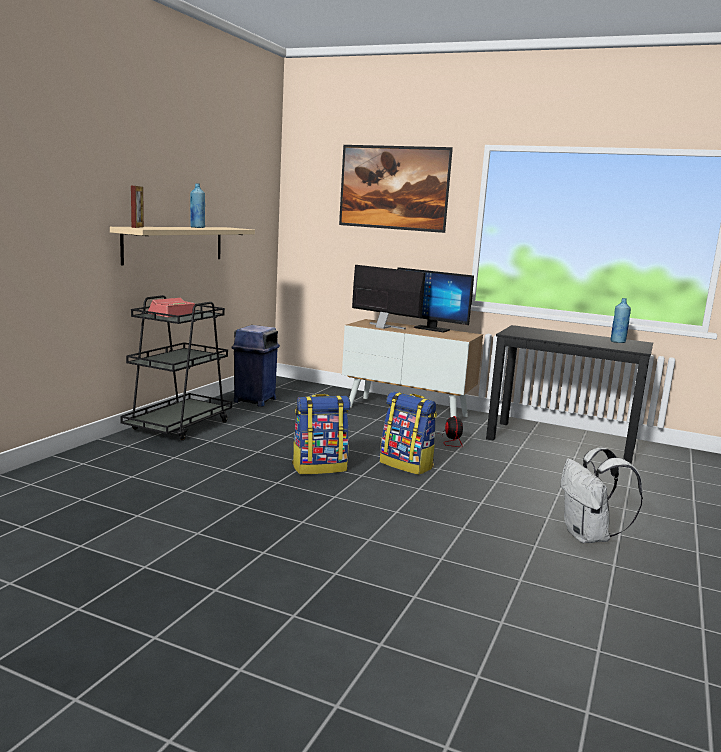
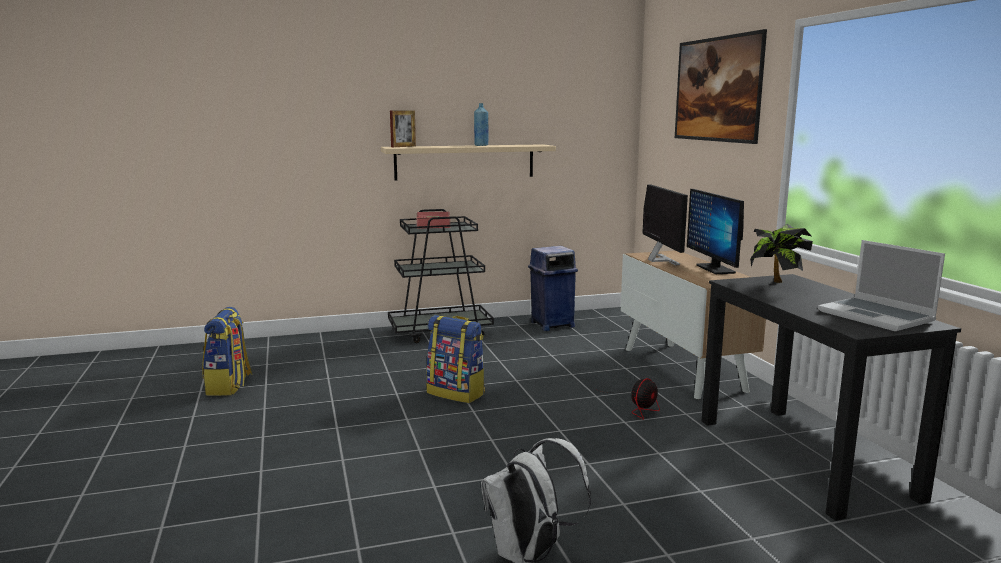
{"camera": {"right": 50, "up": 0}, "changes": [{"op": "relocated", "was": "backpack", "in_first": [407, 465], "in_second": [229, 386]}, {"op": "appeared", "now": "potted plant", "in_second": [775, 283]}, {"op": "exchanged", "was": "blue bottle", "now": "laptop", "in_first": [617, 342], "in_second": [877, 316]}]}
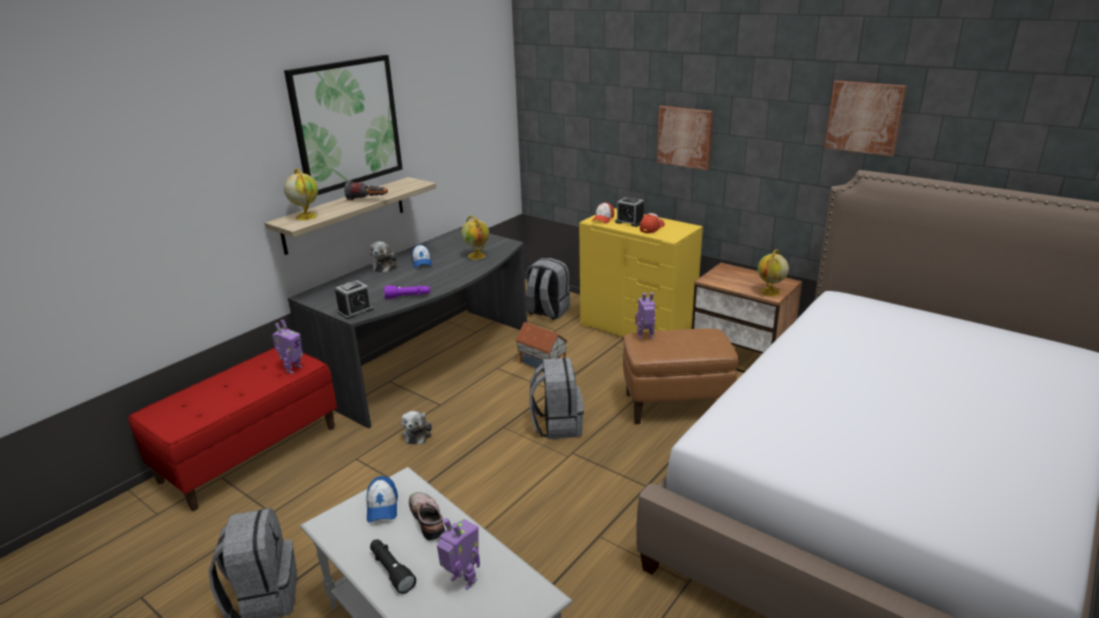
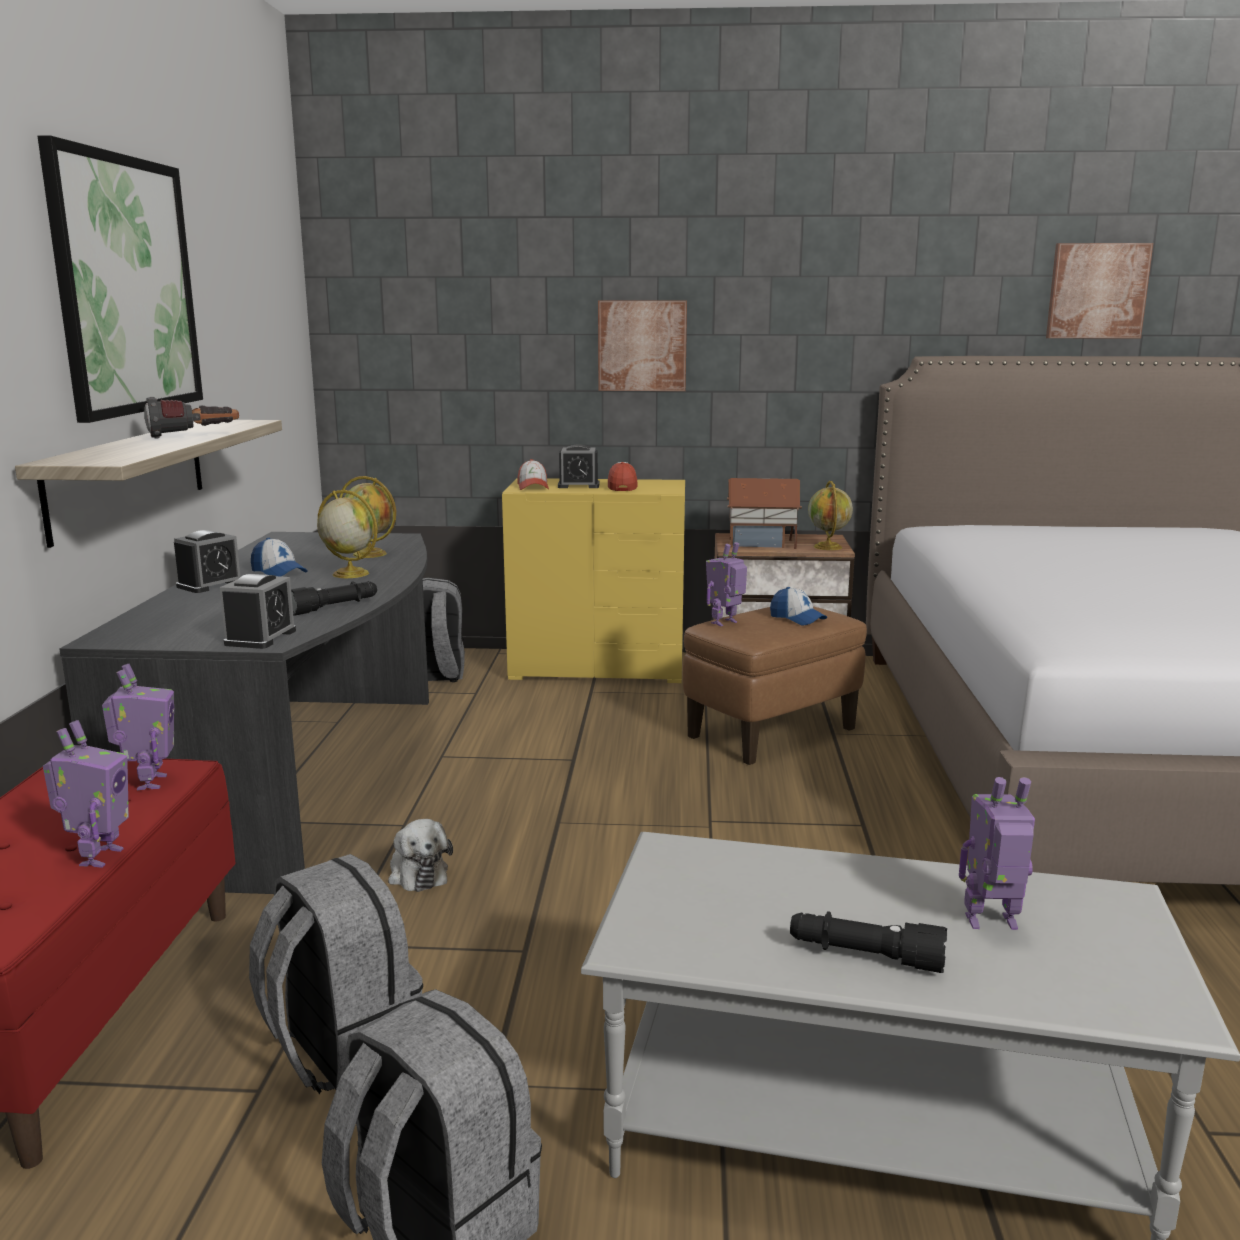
{"camera": {"right": -35, "up": -10}, "changes": [{"op": "appeared", "now": "toy robot", "in_second": [98, 857]}, {"op": "exchanged", "was": "plush toy", "now": "alarm clock", "in_first": [385, 266], "in_second": [210, 584]}, {"op": "relocated", "was": "grey backpack", "in_first": [557, 425], "in_second": [340, 1047]}, {"op": "colour", "was": "purple flashlight", "now": "black flashlight", "in_first": [408, 296], "in_second": [334, 607]}, {"op": "relocated", "was": "globe", "in_first": [306, 216], "in_second": [349, 574]}, {"op": "relocated", "was": "toy house", "in_first": [541, 364], "in_second": [762, 544]}, {"op": "relocated", "was": "cap", "in_first": [382, 507], "in_second": [797, 618]}, {"op": "relocated", "was": "picture", "in_first": [864, 117], "in_second": [1097, 291]}, {"op": "missing", "was": "shoe", "in_first": [429, 518]}]}
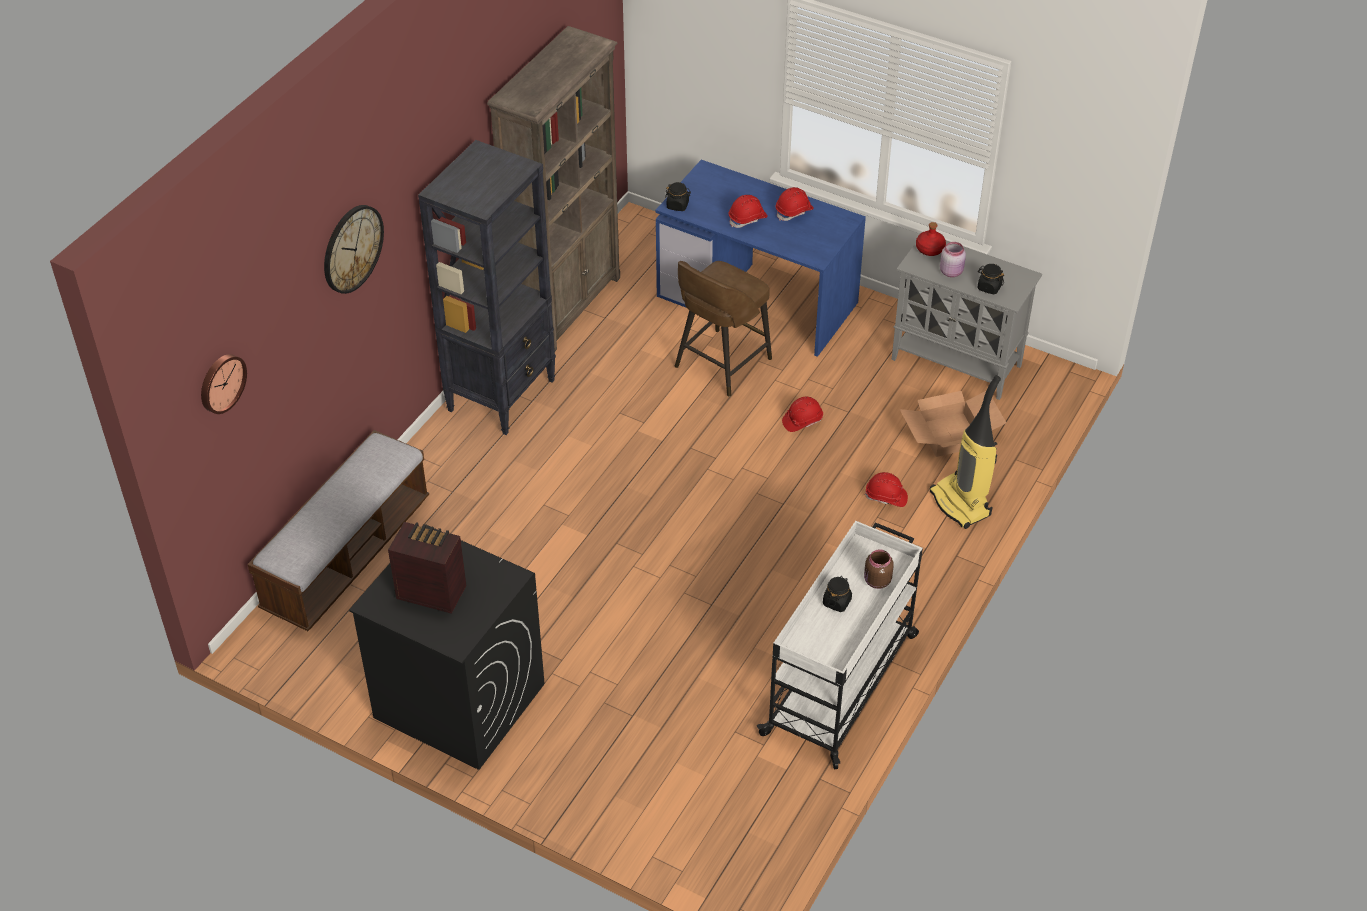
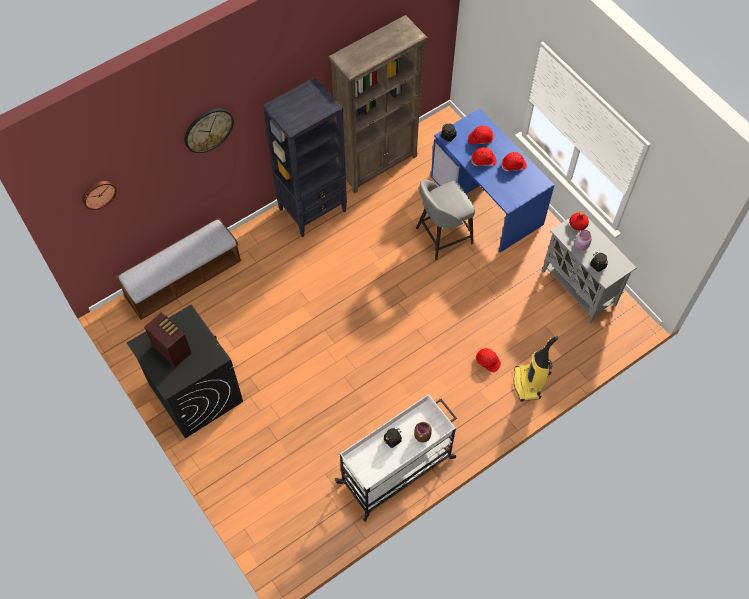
{"camera": {"right": 25, "up": 15}, "changes": [{"op": "colour", "was": "brown stool", "now": "grey stool", "in_first": [721, 364], "in_second": [442, 236]}, {"op": "relocated", "was": "red hard hat", "in_first": [802, 421], "in_second": [480, 139]}, {"op": "missing", "was": "cardboard box", "in_first": [950, 434]}]}
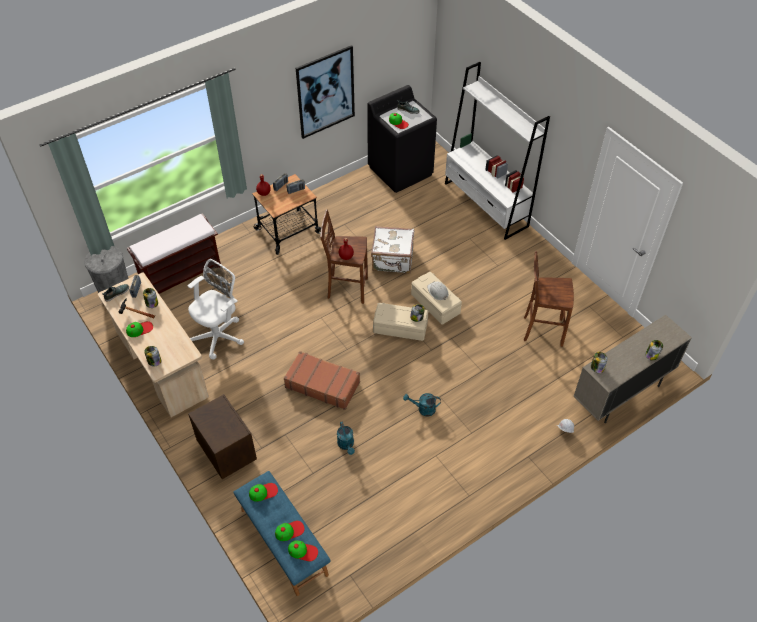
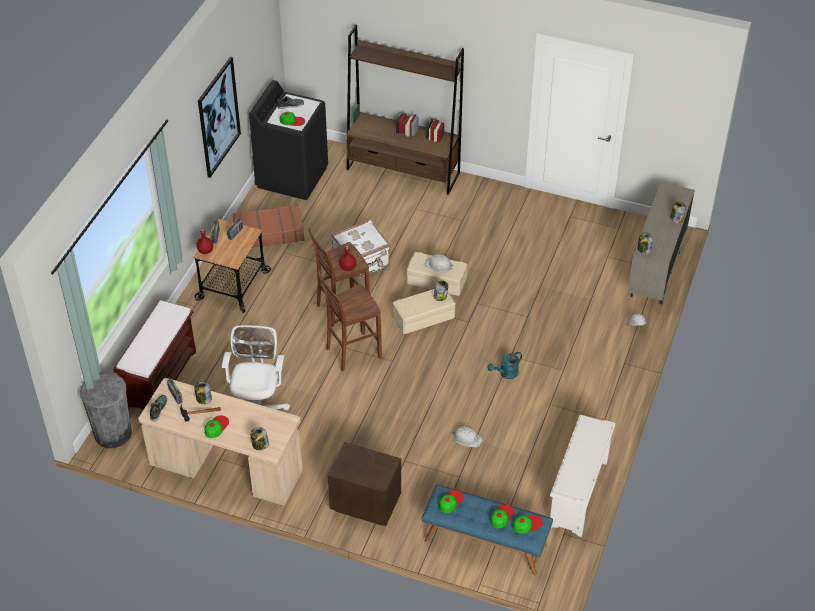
{"camera": {"right": -35, "up": -5}, "changes": [{"op": "relocated", "was": "brown suitcase", "in_first": [322, 384], "in_second": [268, 233]}, {"op": "relocated", "was": "brown stool", "in_first": [541, 330], "in_second": [352, 352]}, {"op": "colour", "was": "white bookcase", "now": "brown bookcase", "in_first": [486, 205], "in_second": [403, 171]}, {"op": "exchanged", "was": "turquoise watering can", "now": "white hard hat", "in_first": [346, 445], "in_second": [467, 438]}, {"op": "appeared", "now": "white shoe rack", "in_second": [578, 495]}]}
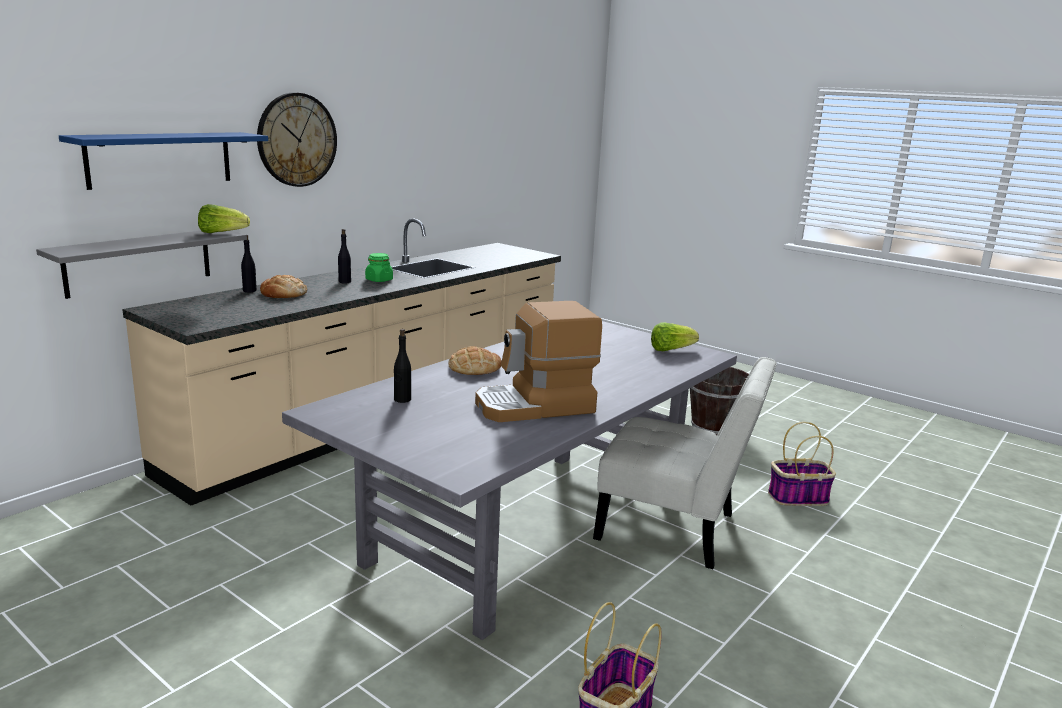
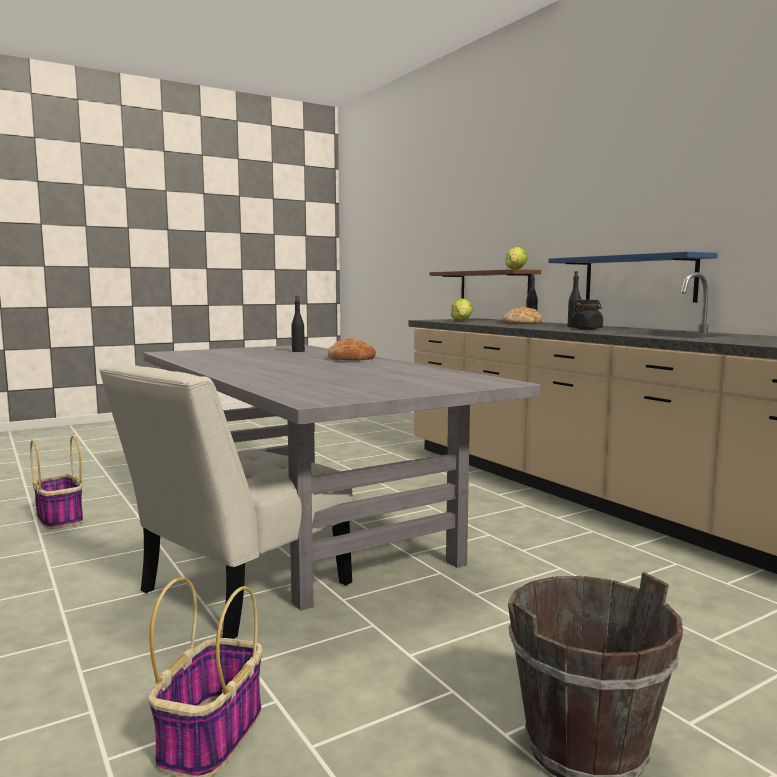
{"camera": {"right": 110, "up": -10}, "changes": [{"op": "colour", "was": "grey shelf", "now": "brown shelf", "in_first": [139, 262], "in_second": [494, 288]}, {"op": "relocated", "was": "lettuce", "in_first": [670, 350], "in_second": [461, 321]}, {"op": "relocated", "was": "blue shelf", "in_first": [160, 159], "in_second": [638, 278]}, {"op": "colour", "was": "green jar", "now": "black jar", "in_first": [379, 280], "in_second": [587, 329]}, {"op": "missing", "was": "wall clock", "in_first": [297, 140]}, {"op": "missing", "was": "coffee machine", "in_first": [535, 406]}]}
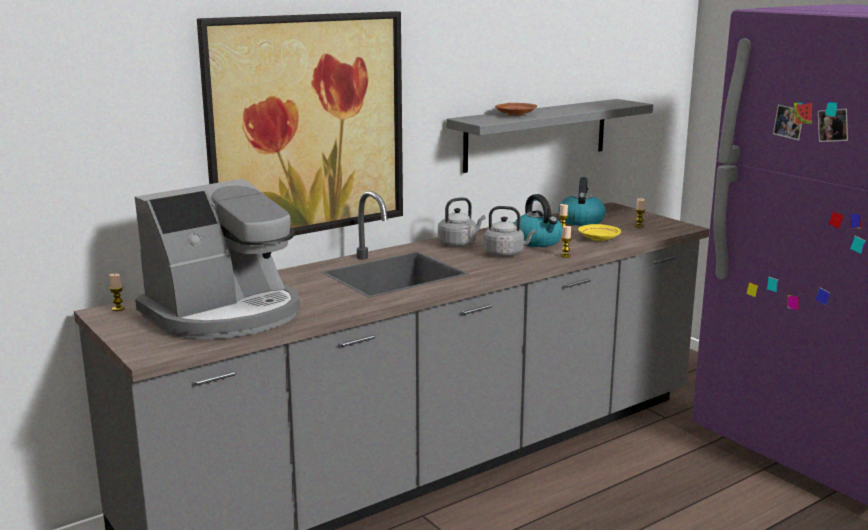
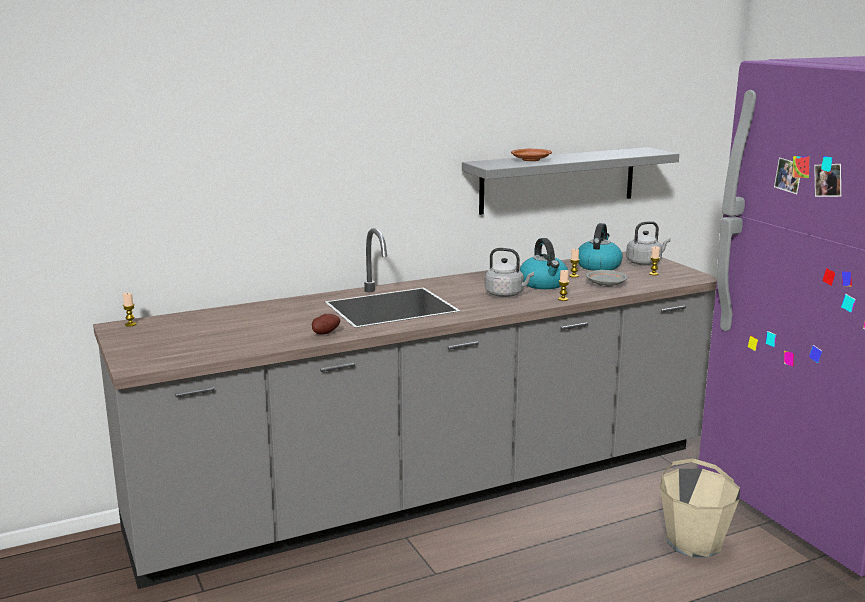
{"camera": {"right": 10, "up": 0}, "changes": [{"op": "appeared", "now": "potato", "in_second": [325, 333]}, {"op": "colour", "was": "yellow plate", "now": "grey plate", "in_first": [598, 238], "in_second": [605, 284]}, {"op": "relocated", "was": "grey kettle", "in_first": [459, 244], "in_second": [645, 263]}, {"op": "appeared", "now": "beige bucket", "in_second": [694, 542]}, {"op": "missing", "was": "coffee machine", "in_first": [225, 314]}, {"op": "missing", "was": "picture", "in_first": [306, 125]}]}
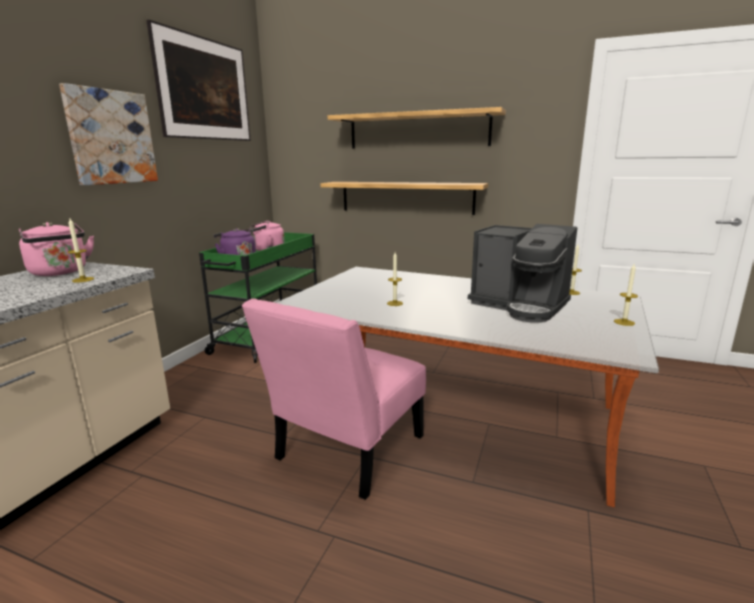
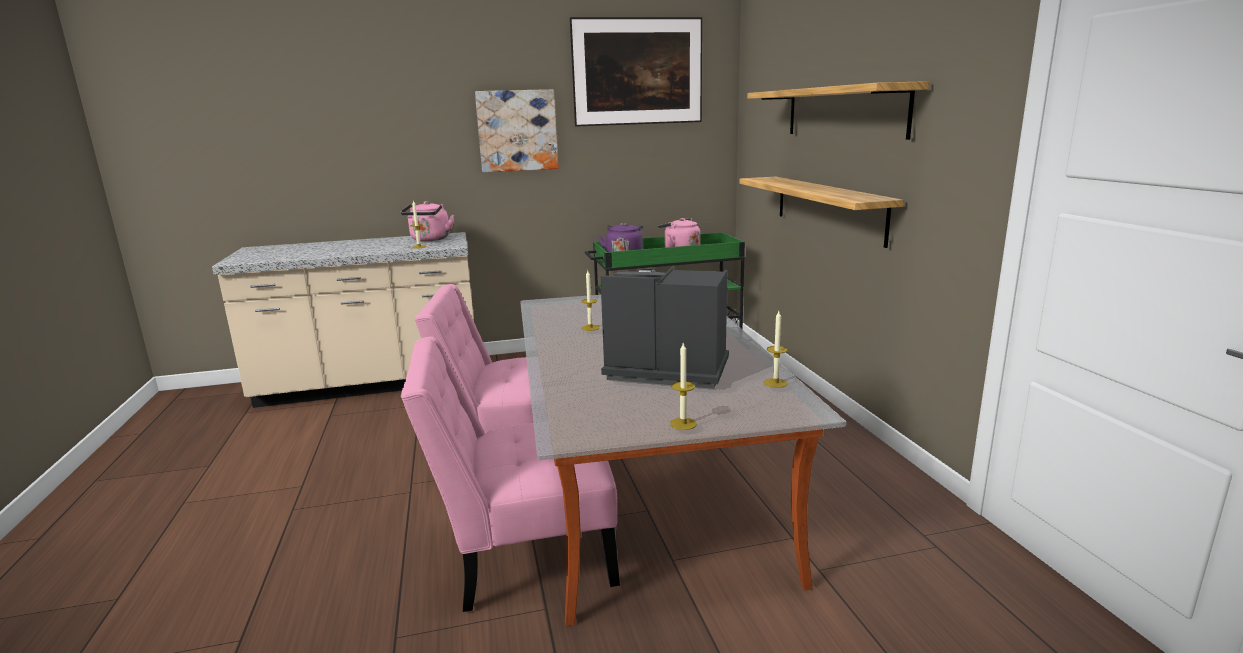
{"camera": {"right": 55, "up": 0}, "changes": [{"op": "appeared", "now": "pink chair", "in_second": [524, 555]}, {"op": "spun", "was": "coffee machine", "in_first": [519, 306], "in_second": [664, 370], "clockwise": 105}]}
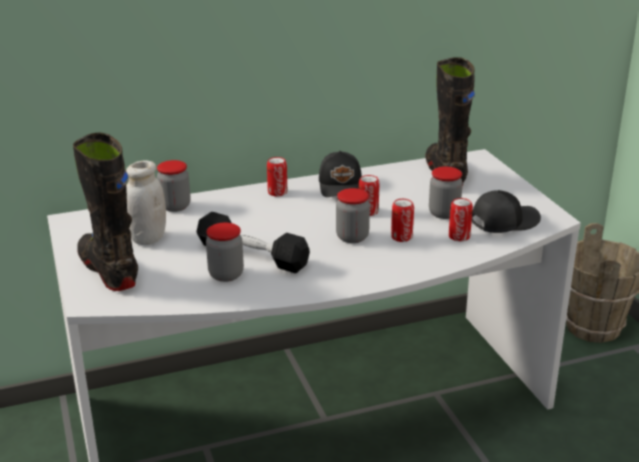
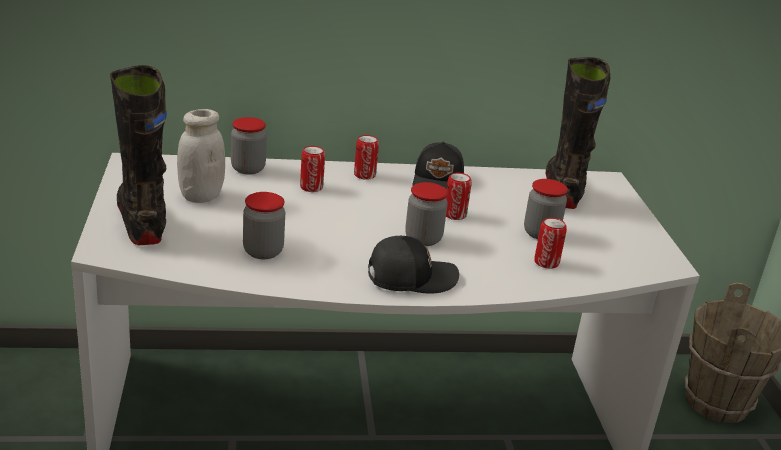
{"camera": {"right": 10, "up": 0}, "changes": [{"op": "relocated", "was": "can", "in_first": [401, 237], "in_second": [311, 187]}, {"op": "relocated", "was": "black cap", "in_first": [503, 221], "in_second": [410, 277]}, {"op": "missing", "was": "black dumbbell", "in_first": [252, 255]}]}
